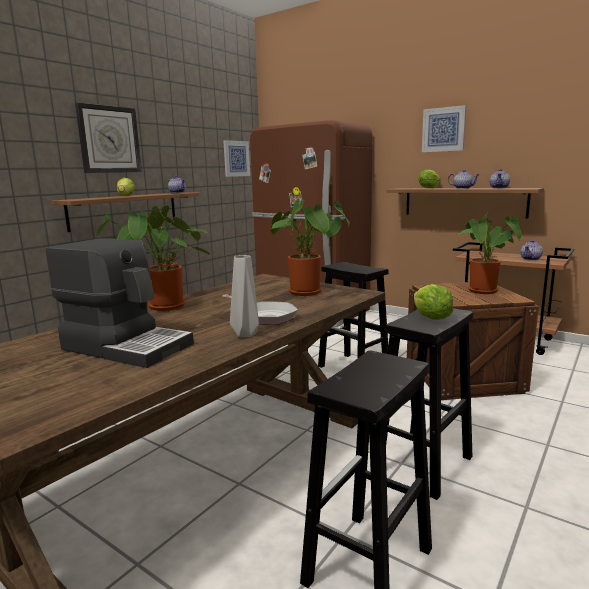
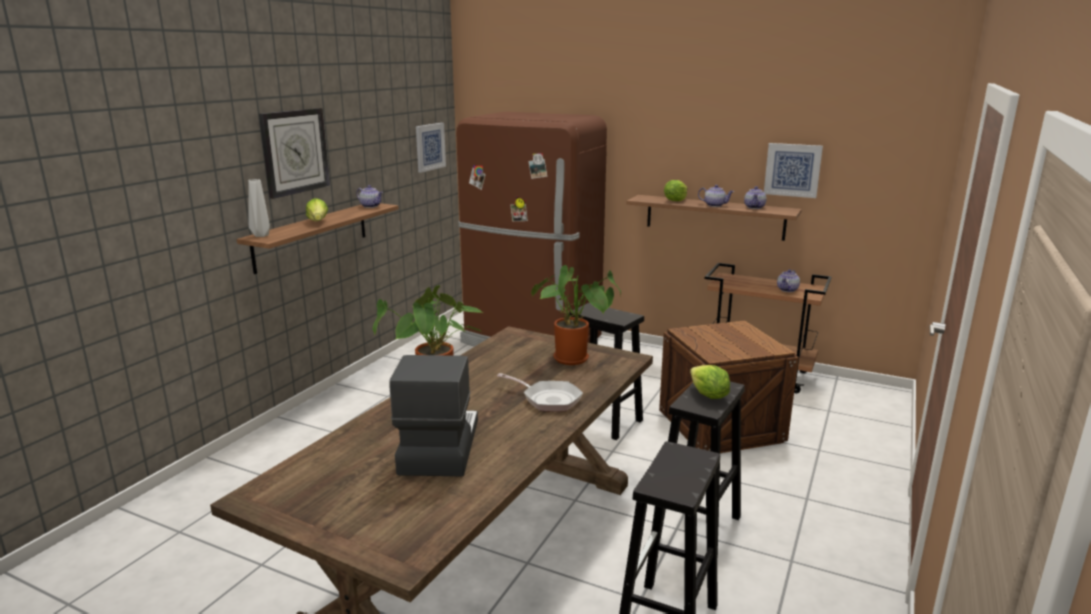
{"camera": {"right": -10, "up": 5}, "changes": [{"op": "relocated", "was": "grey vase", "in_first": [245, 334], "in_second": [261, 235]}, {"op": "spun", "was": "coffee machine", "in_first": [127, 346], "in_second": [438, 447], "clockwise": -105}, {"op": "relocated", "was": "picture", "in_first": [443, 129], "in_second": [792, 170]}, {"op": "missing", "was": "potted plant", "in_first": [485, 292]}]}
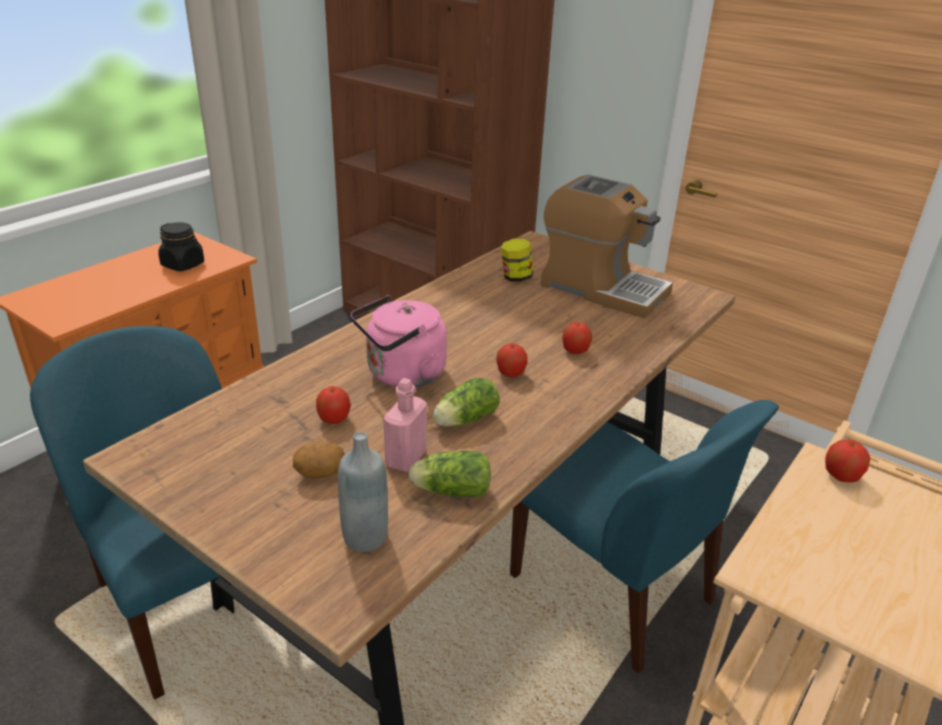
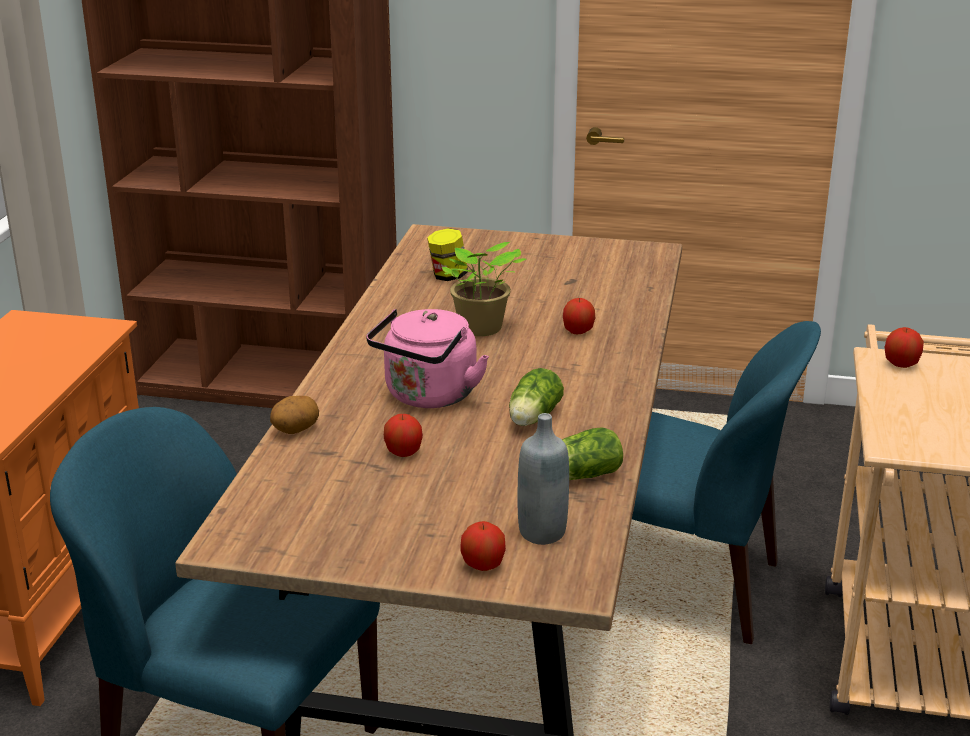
{"camera": {"right": -25, "up": -5}, "changes": [{"op": "relocated", "was": "potato", "in_first": [320, 473], "in_second": [295, 430]}, {"op": "appeared", "now": "potted plant", "in_second": [480, 329]}, {"op": "relocated", "was": "apple", "in_first": [510, 374], "in_second": [483, 565]}, {"op": "missing", "was": "black jar", "in_first": [183, 265]}, {"op": "missing", "was": "pink bottle", "in_first": [406, 458]}, {"op": "missing", "was": "coffee machine", "in_first": [602, 289]}]}
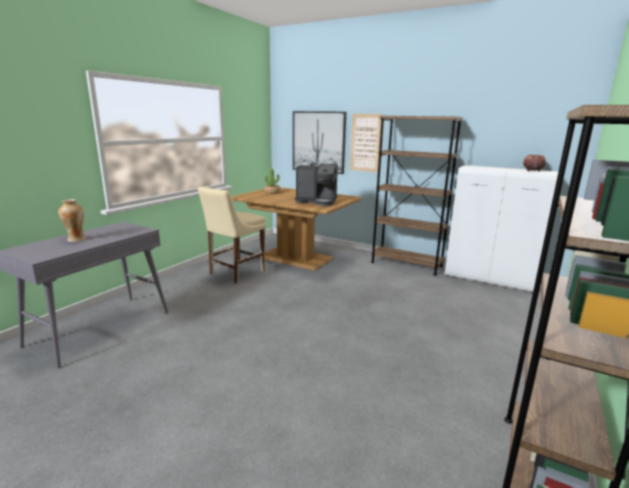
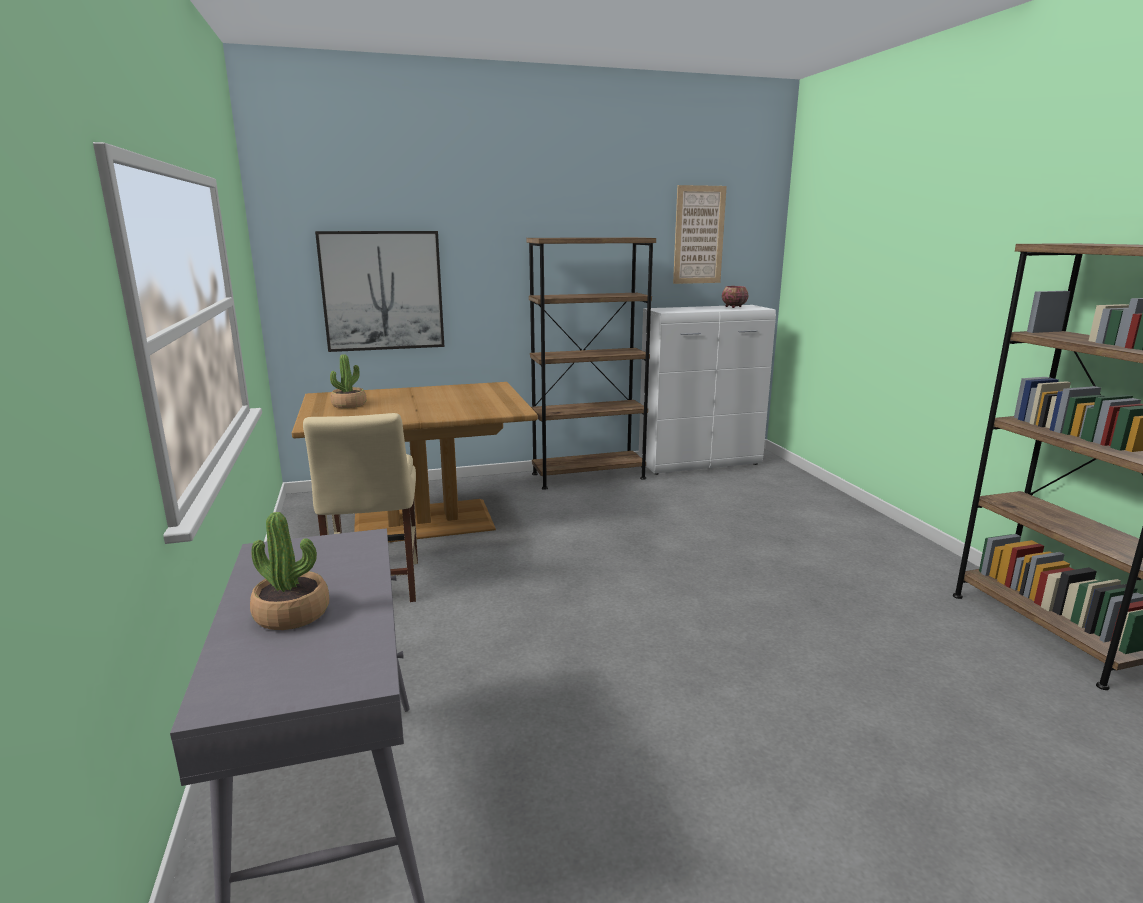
{"camera": {"right": -45, "up": 0}, "changes": [{"op": "exchanged", "was": "vase", "now": "potted plant", "in_first": [76, 240], "in_second": [292, 614]}, {"op": "relocated", "was": "picture", "in_first": [365, 143], "in_second": [699, 235]}, {"op": "missing", "was": "coffee machine", "in_first": [317, 201]}]}
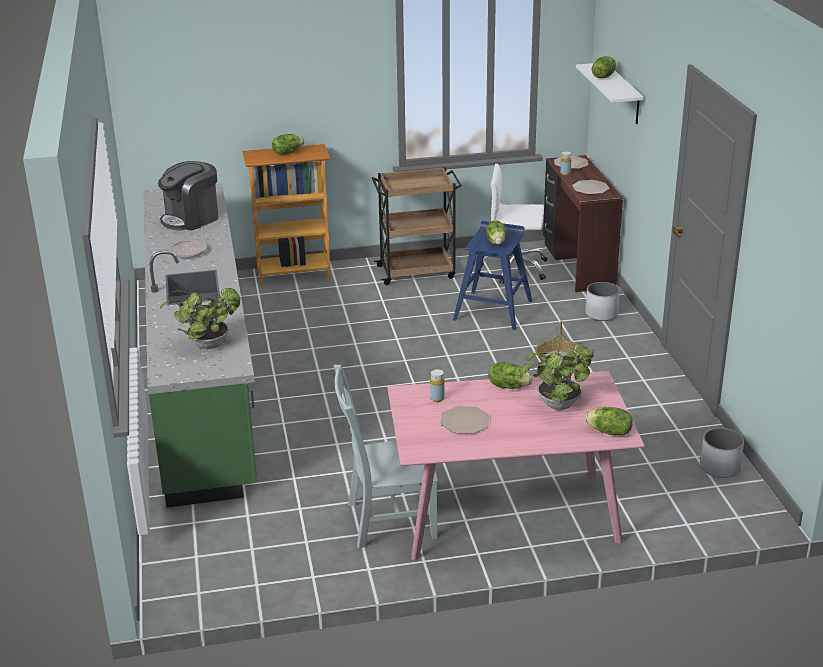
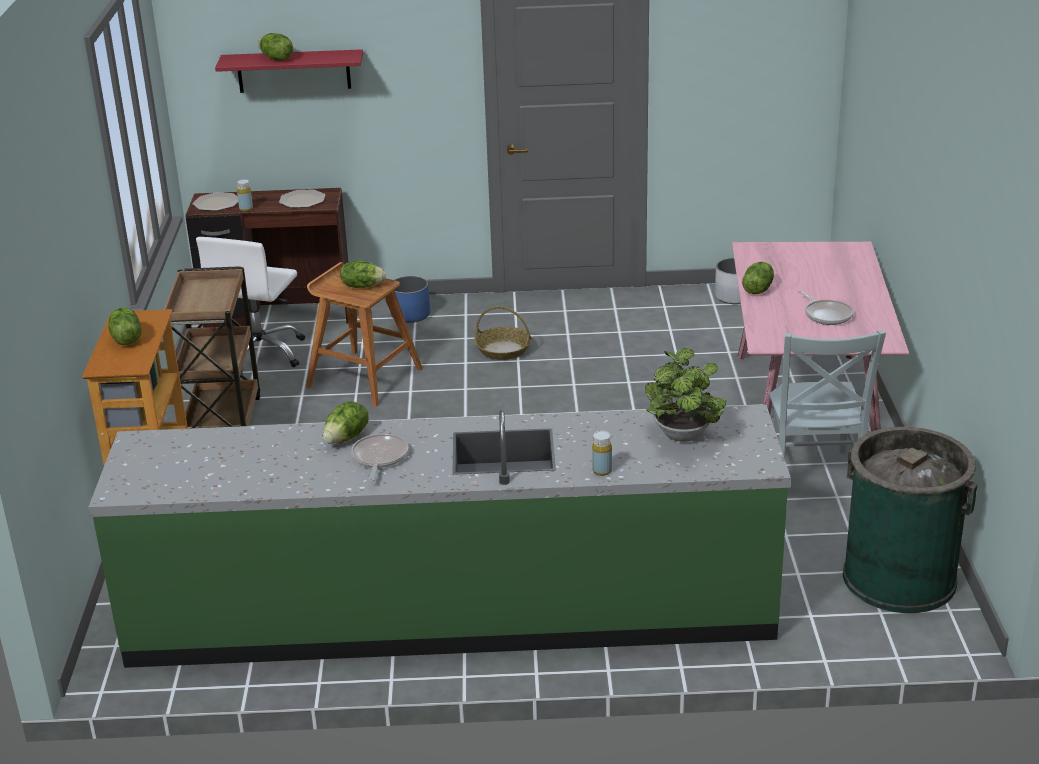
{"camera": {"right": -80, "up": 0}, "changes": [{"op": "colour", "was": "white shelf", "now": "red shelf", "in_first": [623, 94], "in_second": [293, 71]}, {"op": "colour", "was": "blue stool", "now": "brown stool", "in_first": [493, 309], "in_second": [363, 377]}, {"op": "relocated", "was": "lettuce", "in_first": [609, 432], "in_second": [347, 438]}, {"op": "colour", "was": "white planter", "now": "blue planter", "in_first": [601, 314], "in_second": [410, 315]}, {"op": "relocated", "was": "yellow bottle", "in_first": [437, 398], "in_second": [602, 471]}, {"op": "exchanged", "was": "plate", "now": "frying pan", "in_first": [465, 421], "in_second": [827, 315]}, {"op": "appeared", "now": "green trash can", "in_second": [899, 578]}, {"op": "missing", "was": "coffee machine", "in_first": [191, 219]}, {"op": "missing", "was": "potted plant", "in_first": [556, 405]}]}
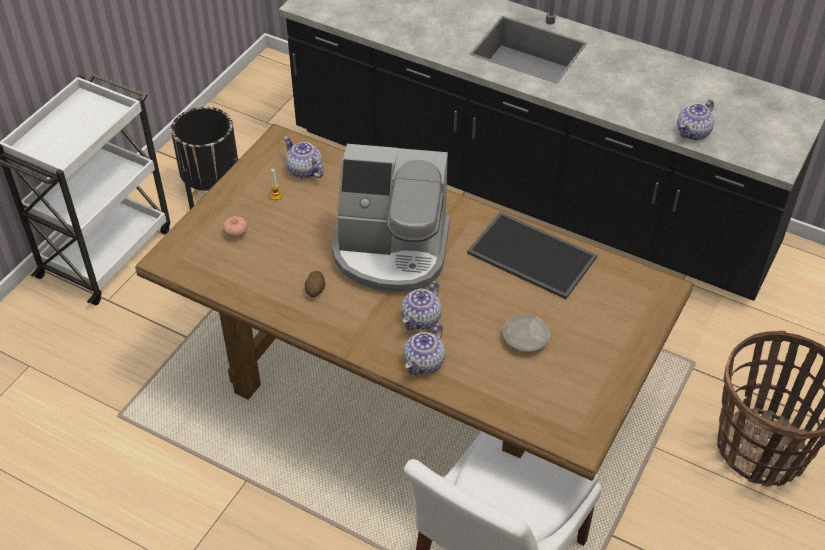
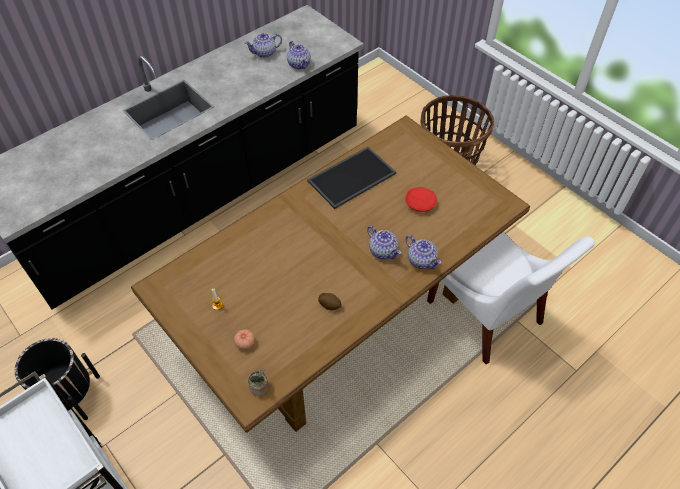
{"camera": {"right": -70, "up": 5}, "changes": [{"op": "relocated", "was": "teapot", "in_first": [304, 171], "in_second": [265, 53]}, {"op": "appeared", "now": "potted plant", "in_second": [260, 388]}, {"op": "colour", "was": "beige plate", "now": "red plate", "in_first": [526, 339], "in_second": [420, 203]}, {"op": "missing", "was": "coffee machine", "in_first": [391, 251]}]}
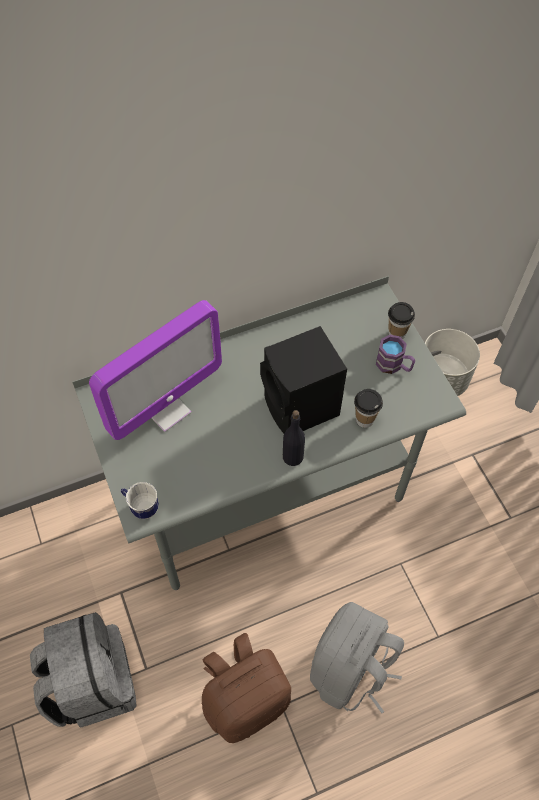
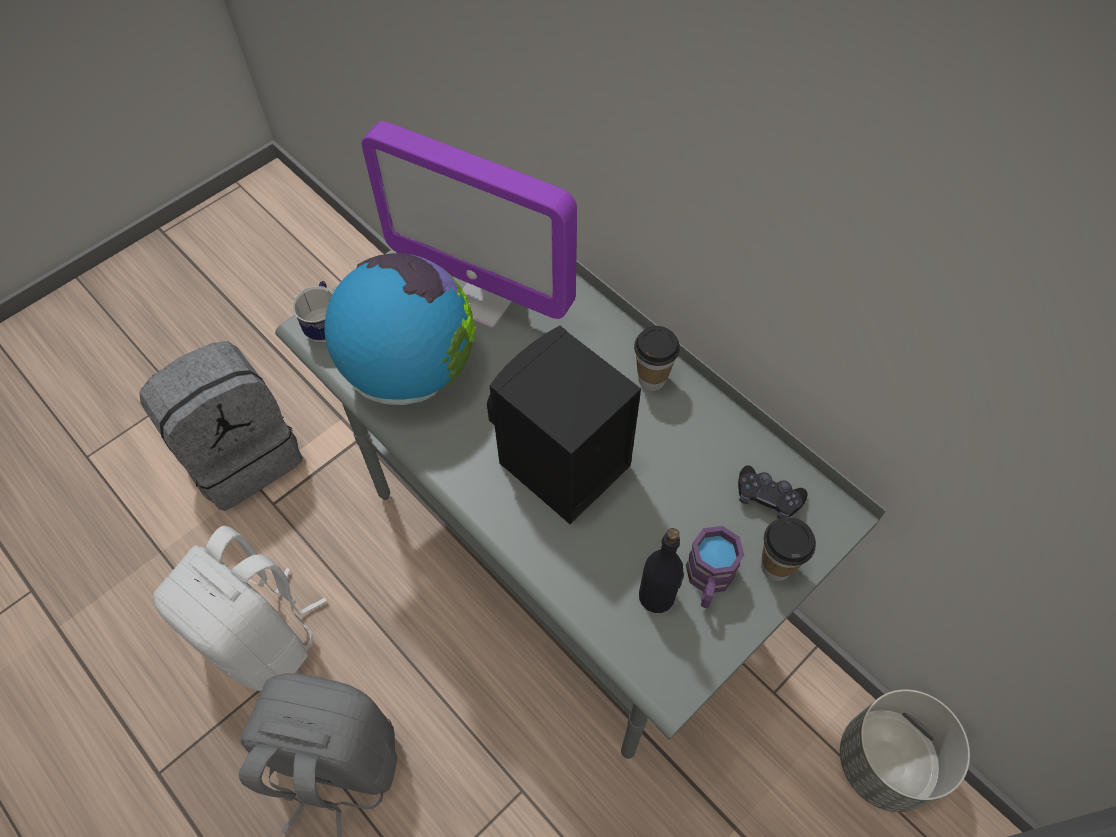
{"camera": {"right": 70, "up": 0}, "changes": [{"op": "colour", "was": "brown backpack", "now": "white backpack", "in_first": [245, 699], "in_second": [262, 635]}, {"op": "appeared", "now": "globe", "in_second": [410, 370]}, {"op": "relocated", "was": "cup", "in_first": [364, 420], "in_second": [652, 379]}, {"op": "relocated", "was": "black bottle", "in_first": [293, 456], "in_second": [657, 596]}, {"op": "appeared", "now": "black game controller", "in_second": [767, 497]}]}
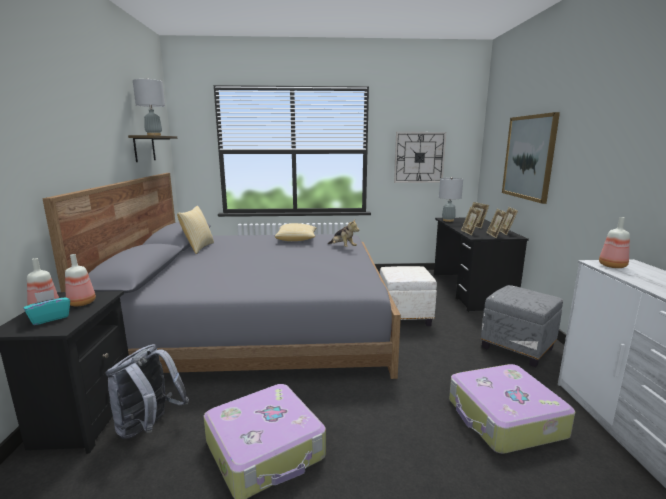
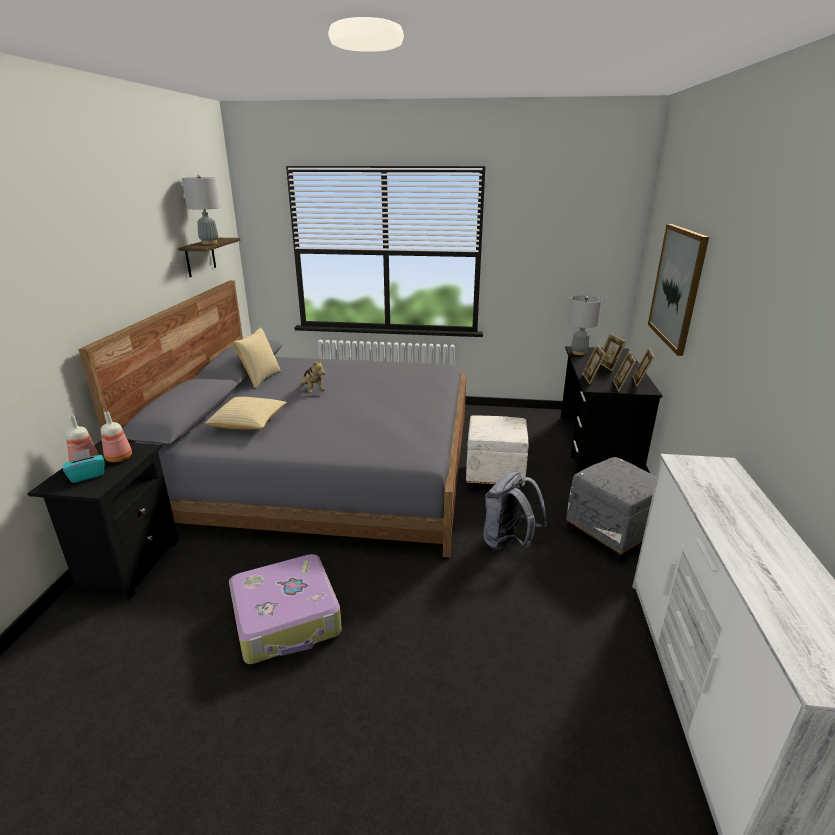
{"camera": {"right": 10, "up": 10}, "changes": [{"op": "relocated", "was": "pillow", "in_first": [296, 240], "in_second": [249, 424]}, {"op": "relocated", "was": "plush toy", "in_first": [342, 247], "in_second": [312, 391]}, {"op": "relocated", "was": "grey backpack", "in_first": [149, 427], "in_second": [509, 543]}, {"op": "missing", "was": "wall clock", "in_first": [419, 157]}, {"op": "missing", "was": "suitcase", "in_first": [504, 419]}, {"op": "missing", "was": "bottle", "in_first": [613, 266]}]}
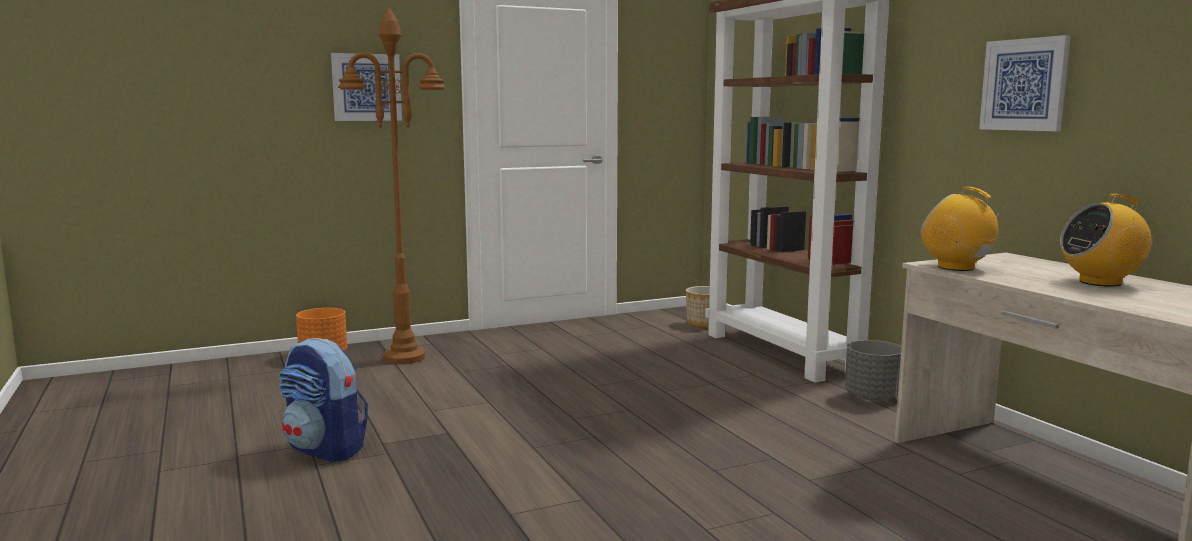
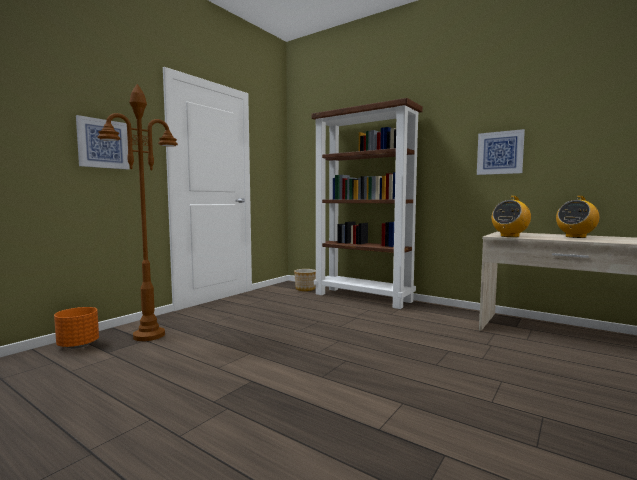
{"camera": {"right": -30, "up": -5}, "changes": [{"op": "spun", "was": "radio", "in_first": [956, 267], "in_second": [509, 236], "clockwise": -60}, {"op": "missing", "was": "backpack", "in_first": [326, 450]}, {"op": "missing", "was": "grey planter", "in_first": [872, 397]}]}
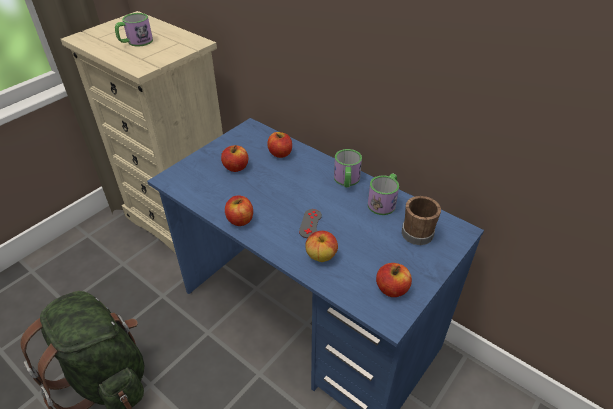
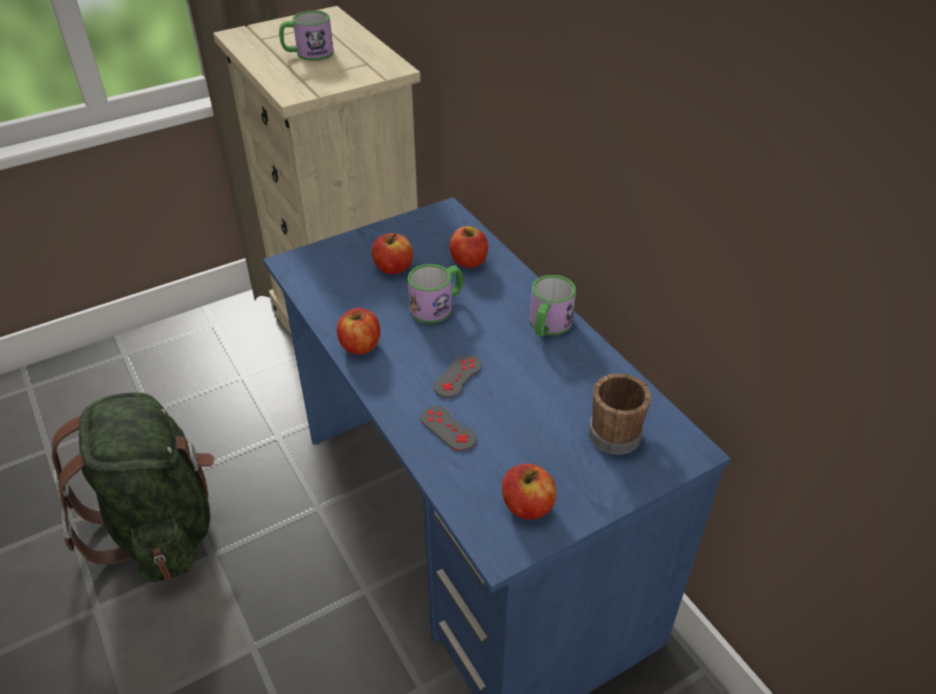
{"camera": {"right": 20, "up": 0}, "changes": [{"op": "relocated", "was": "mug", "in_first": [384, 202], "in_second": [437, 306]}, {"op": "exchanged", "was": "apple", "now": "grey game controller", "in_first": [321, 256], "in_second": [448, 428]}]}
